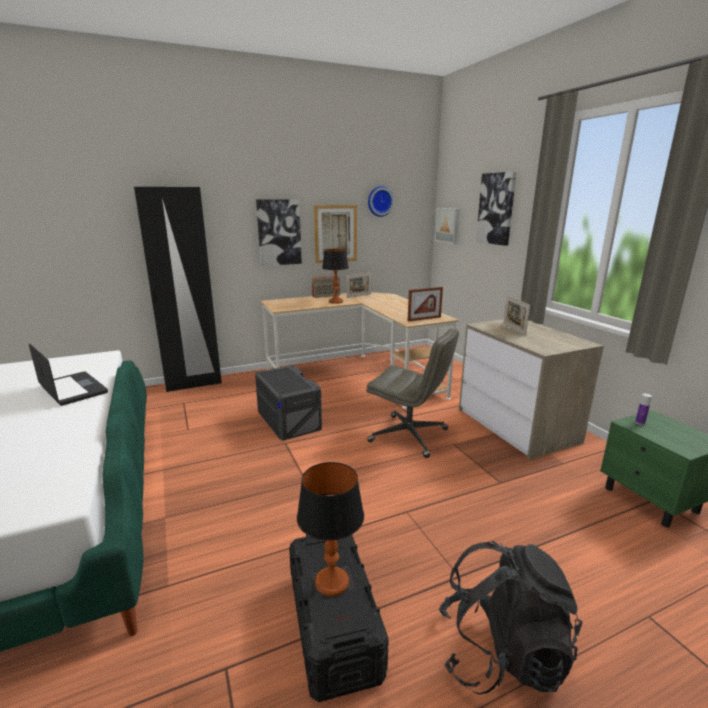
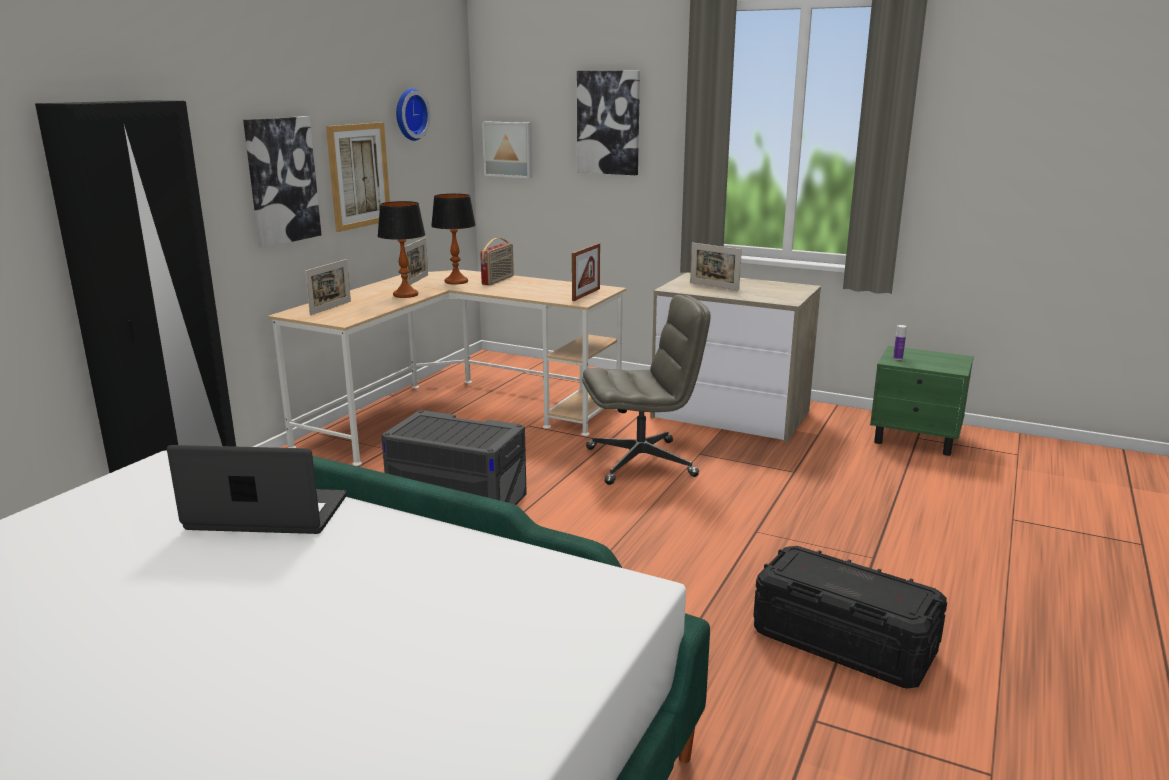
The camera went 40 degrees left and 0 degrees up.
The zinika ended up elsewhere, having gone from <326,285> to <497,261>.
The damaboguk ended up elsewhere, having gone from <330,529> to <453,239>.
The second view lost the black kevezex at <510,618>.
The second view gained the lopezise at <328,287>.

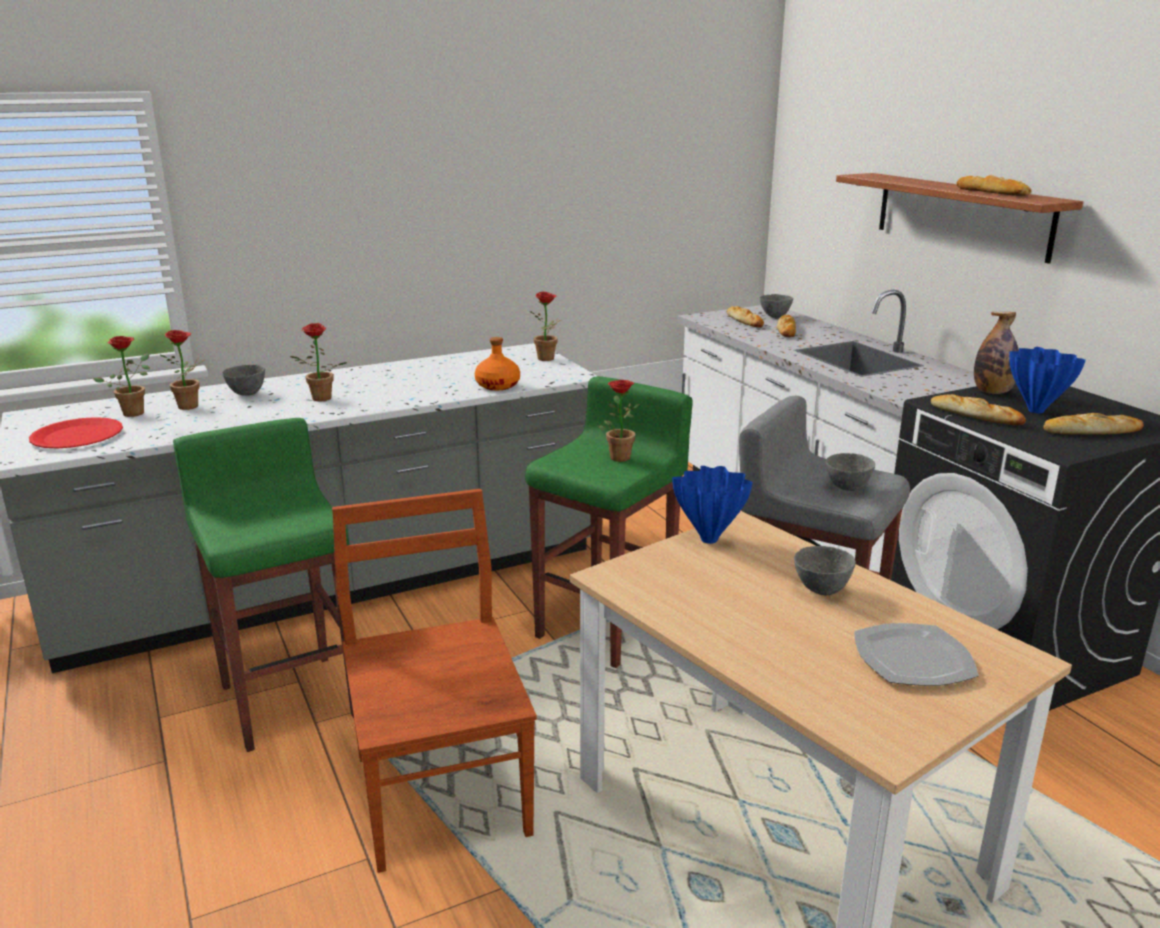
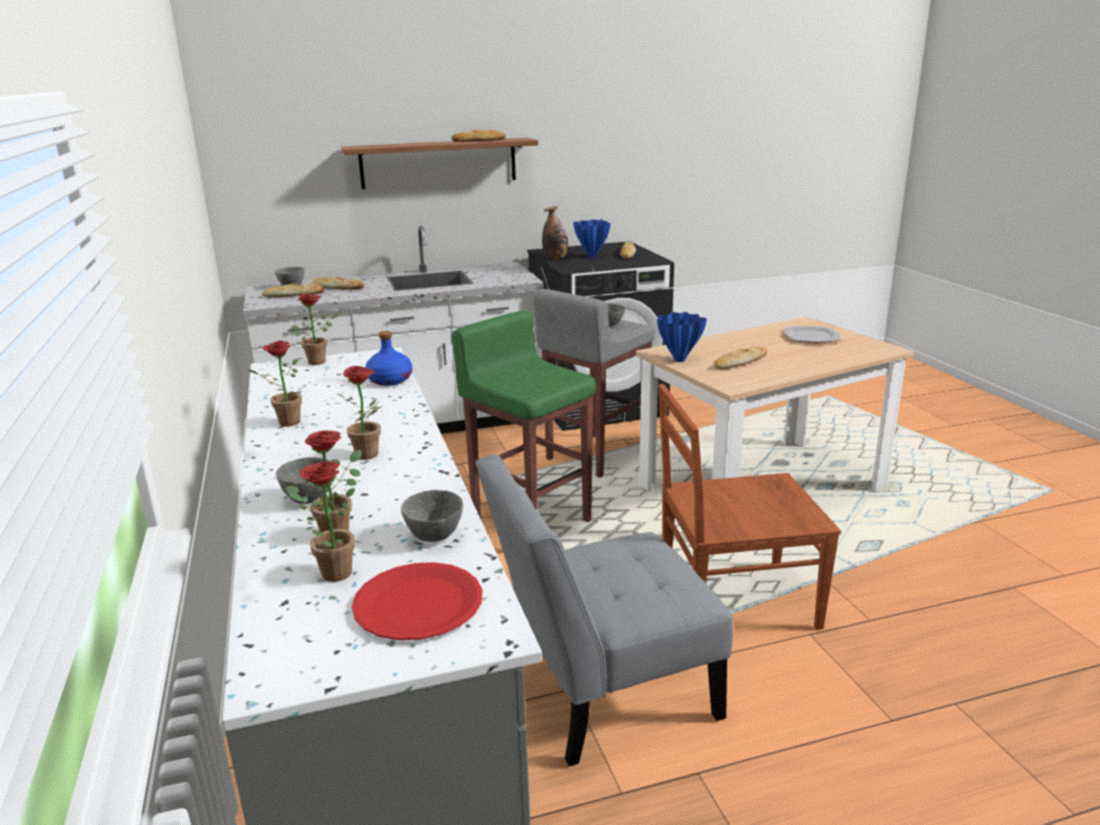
The camera went 80 degrees left and 0 degrees up.
What was the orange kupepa at <497,363> turned into the blue kupepa at <388,358>.
The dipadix ended up elsewhere, having gone from <619,421> to <274,383>.
The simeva ended up elsewhere, having gone from <978,409> to <740,357>.
Where the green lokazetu stood at <263,585>, the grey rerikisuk came to stand at <604,610>.
The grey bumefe ended up elsewhere, having gone from <825,570> to <432,516>.

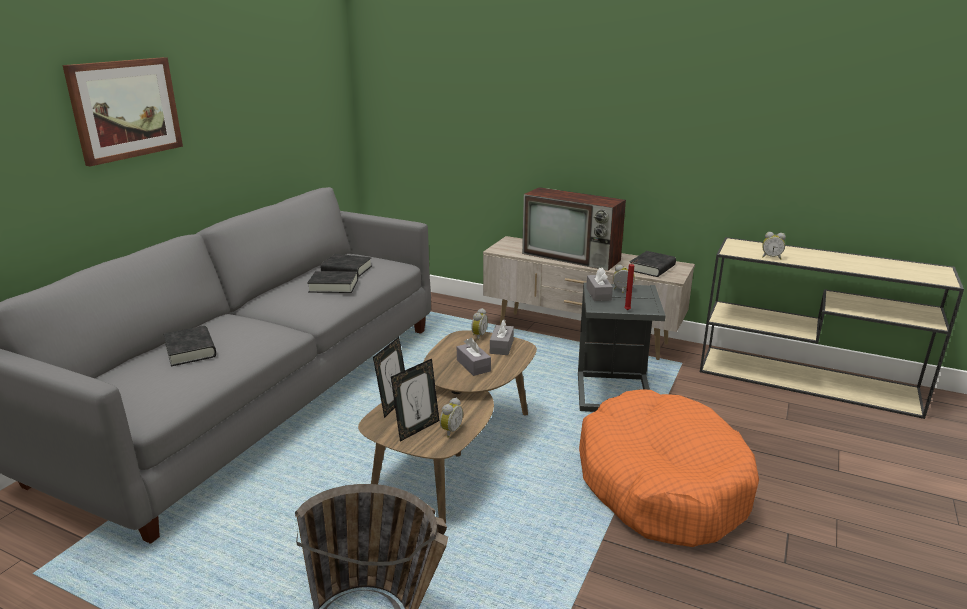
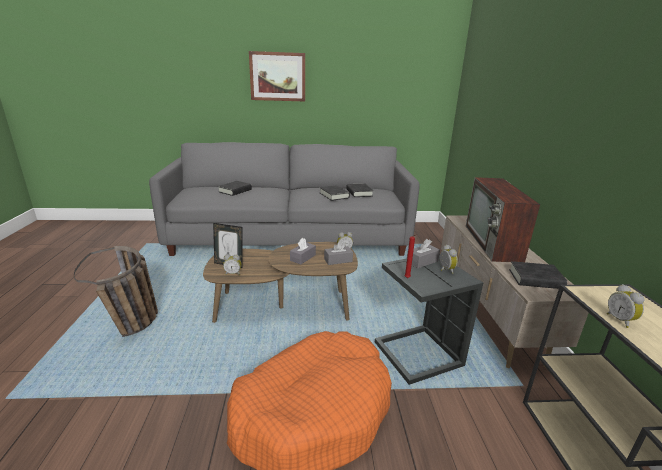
The camera went 60 degrees right and 0 degrees up.
The second view lost the lopezise at <389,377>.

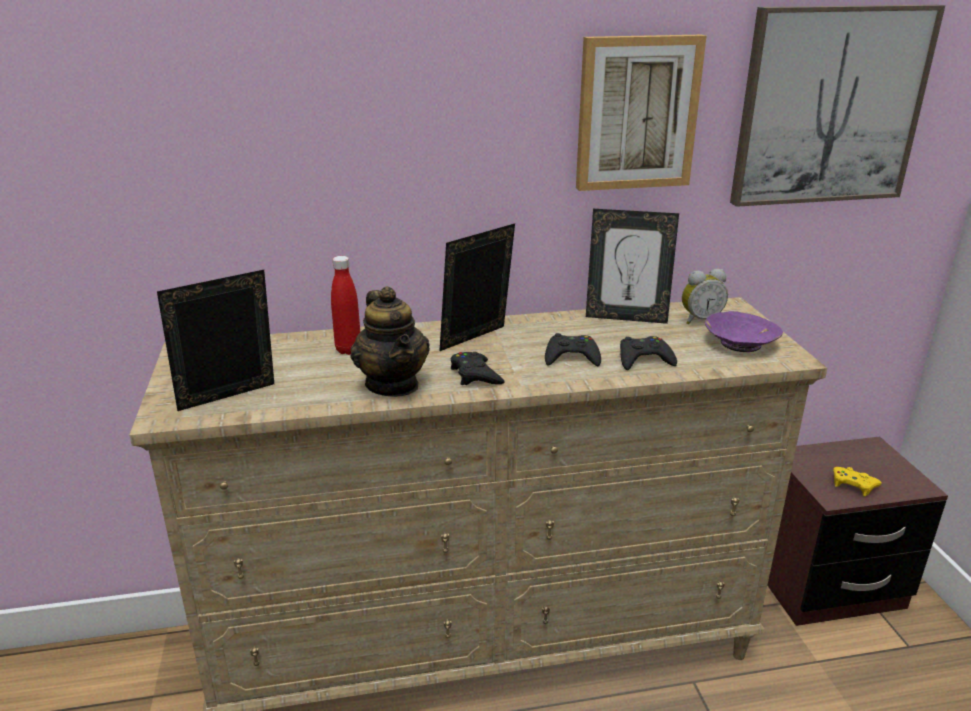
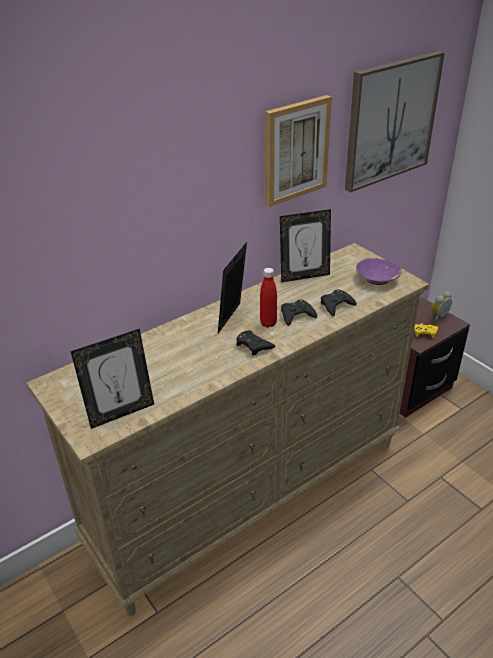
The camera went 25 degrees left and 10 degrees up.
The red kupepa ended up elsewhere, having gone from <345,305> to <268,298>.
The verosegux ended up elsewhere, having gone from <705,296> to <441,306>.
The lopezise at <215,340> ended up facing another way, 150 degrees counterclockwise from before.
The second view lost the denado at <390,342>.

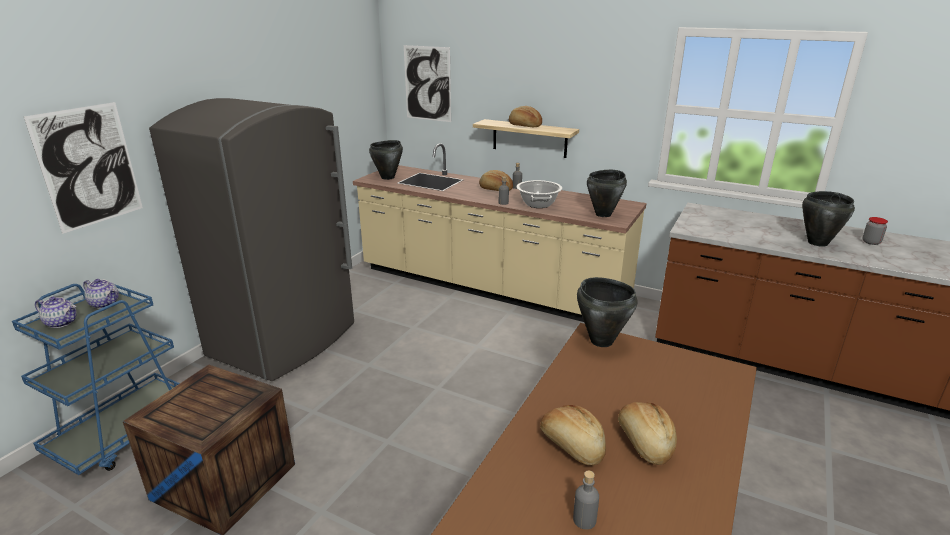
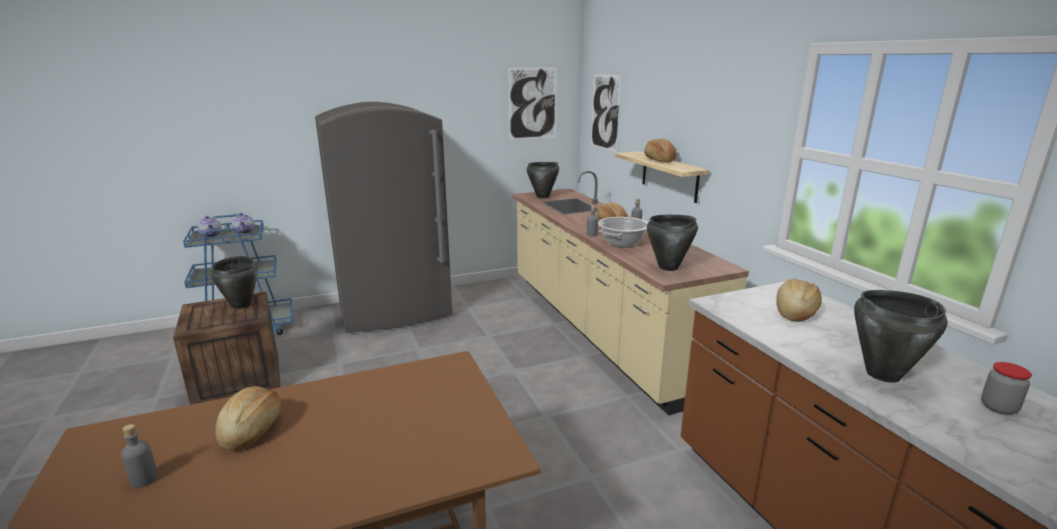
The camera went 40 degrees right and 5 degrees down.
The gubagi ended up elsewhere, having gone from <83,168> to <532,103>.
The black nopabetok ended up elsewhere, having gone from <607,312> to <234,282>.
The simeva ended up elsewhere, having gone from <647,433> to <799,300>.

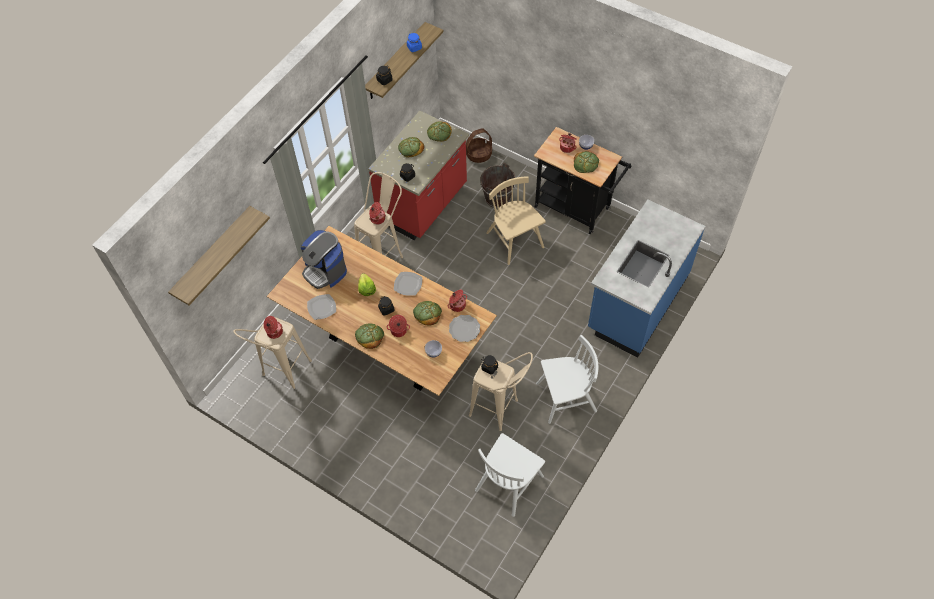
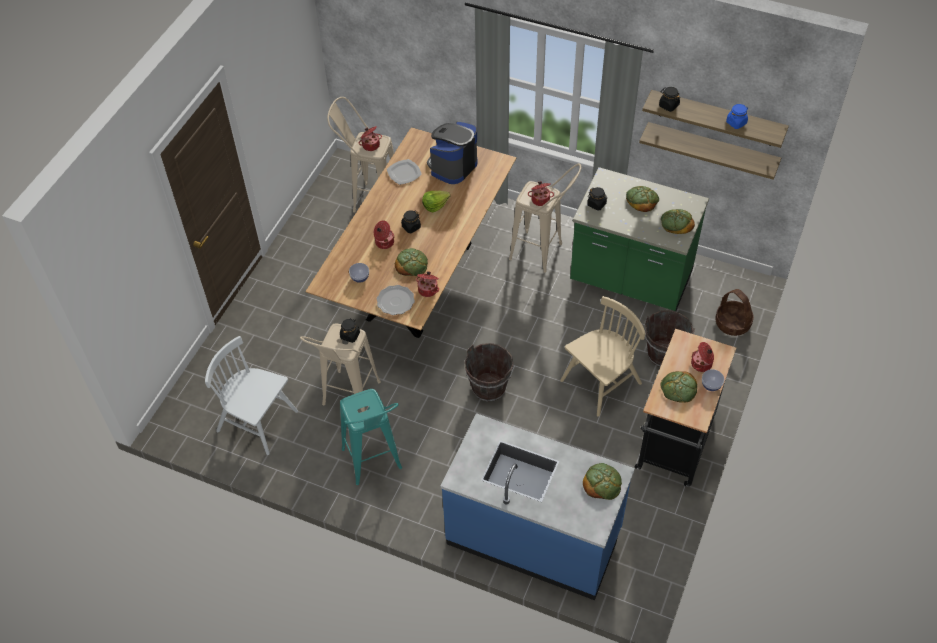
The camera went 80 degrees right and 5 degrees down.
What was the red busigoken at <418,175> turned into the green busigoken at <639,239>.
The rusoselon ended up elsewhere, having gone from <219,255> to <710,151>.
The second view lost the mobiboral at <408,284>.
The simeva ended up elsewhere, having gone from <369,336> to <602,481>.
Where the white rerikisuk stood at <567,379>, the turquoise lokazetu came to stand at <371,437>.
The second view gained the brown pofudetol at <489,372>.

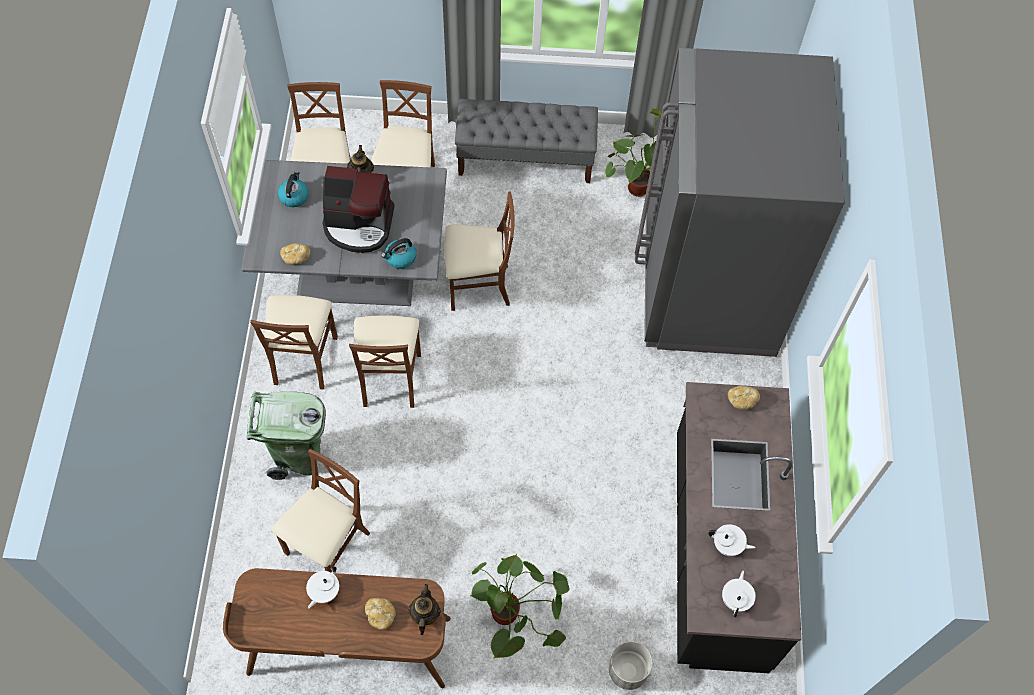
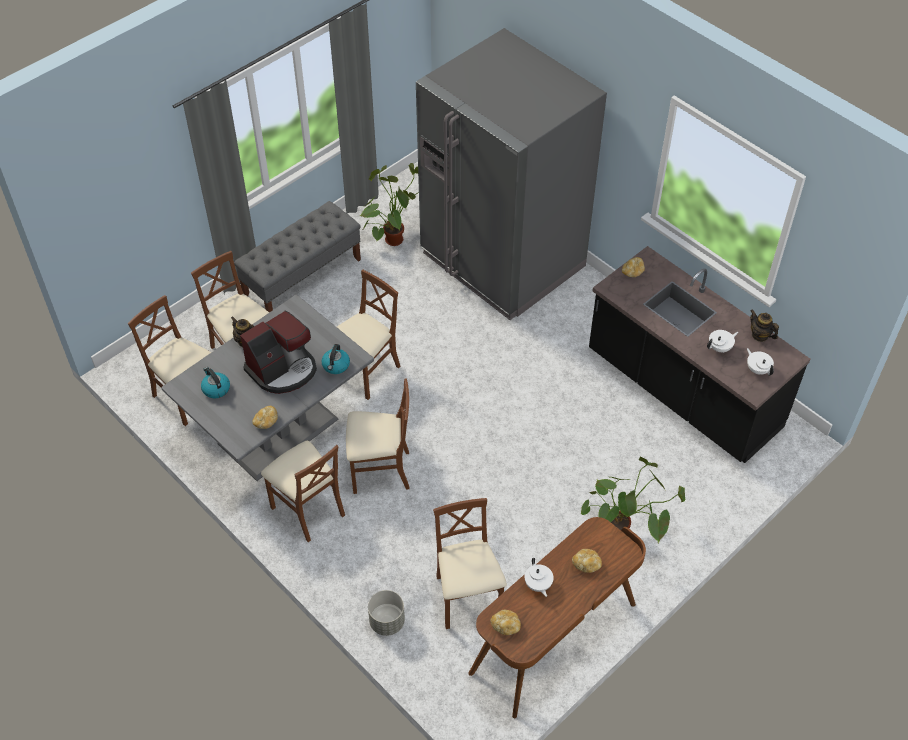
The camera went 45 degrees left and 10 degrees down.
The brown rerikisuk at <385,361> ended up facing another way, 45 degrees counterclockwise from before.
The second view lost the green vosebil at <286,436>.
The denado ended up elsewhere, having gone from <424,609> to <764,325>.
The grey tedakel ended up elsewhere, having gone from <630,665> to <386,613>.
The second view gained the simeva at <505,622>.

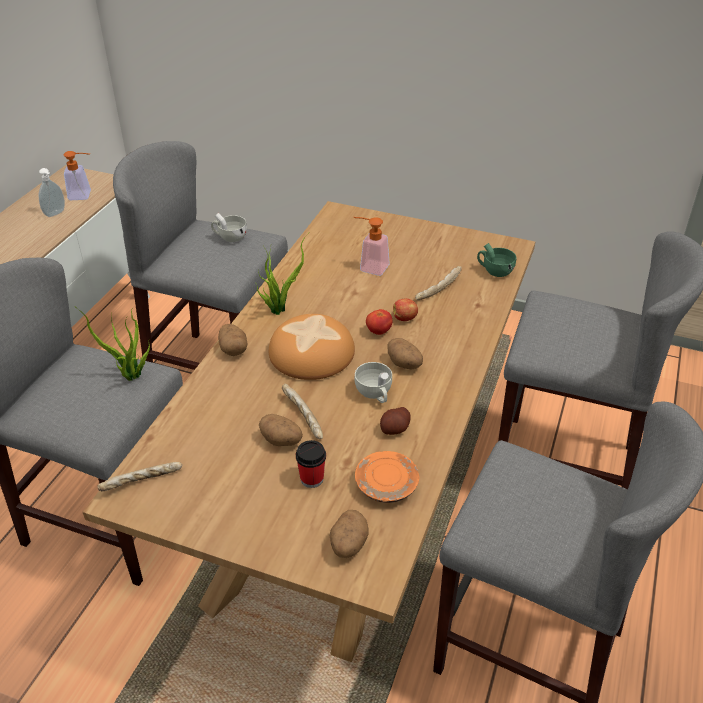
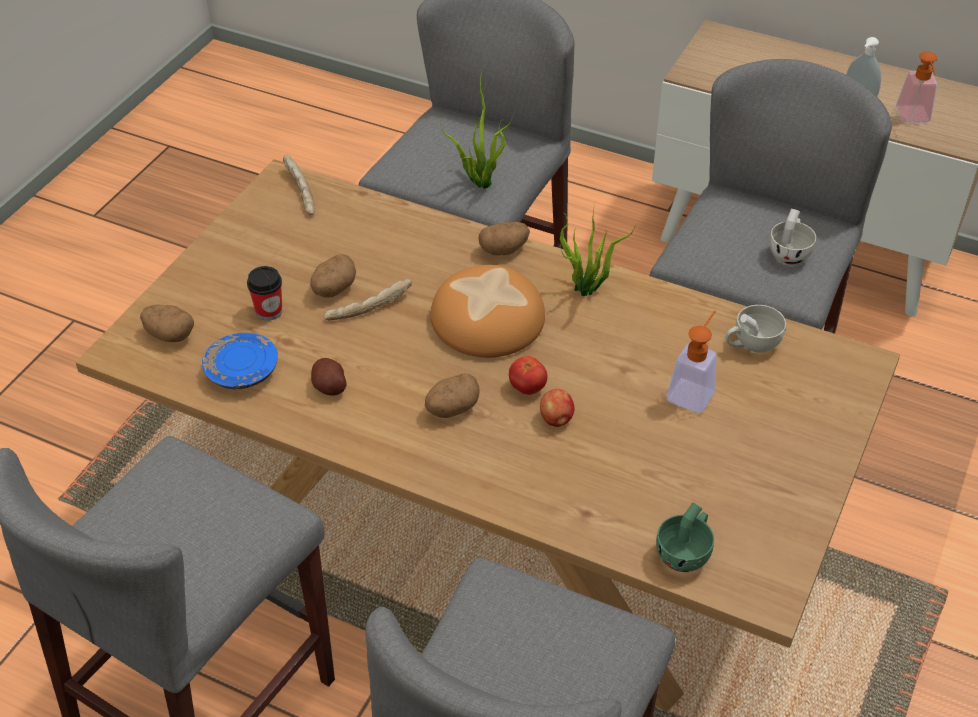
The camera went 95 degrees right and 5 degrees up.
The second view lost the simeva at <438,283>.
The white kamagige ended up elsewhere, having gone from <373,382> to <755,329>.
What was the orange mobiboral at <387,477> turned into the blue mobiboral at <240,361>.

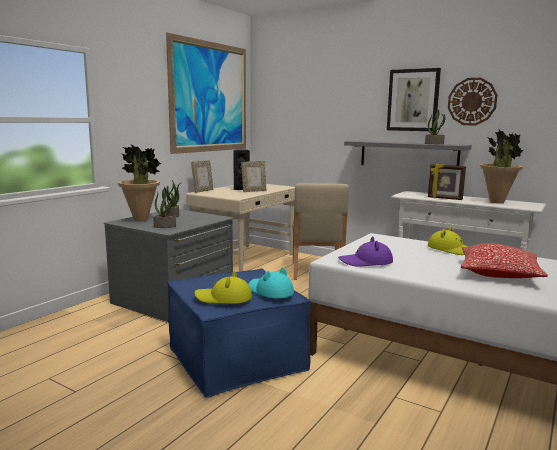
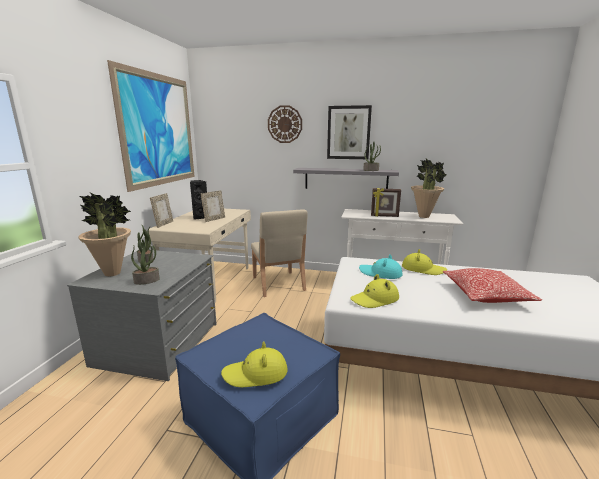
The camera went 20 degrees left and 5 degrees up.
The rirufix ended up elsewhere, having gone from <473,101> to <285,124>.
What was the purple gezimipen at <365,251> turned into the yellow gezimipen at <374,291>.
The turquoise gezimipen ended up elsewhere, having gone from <271,283> to <380,266>.

